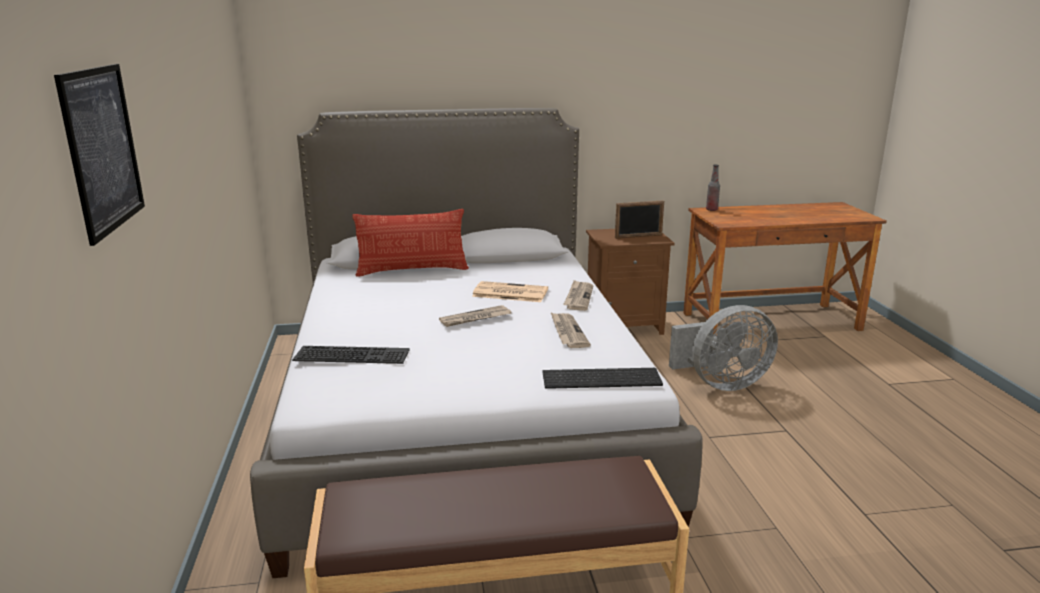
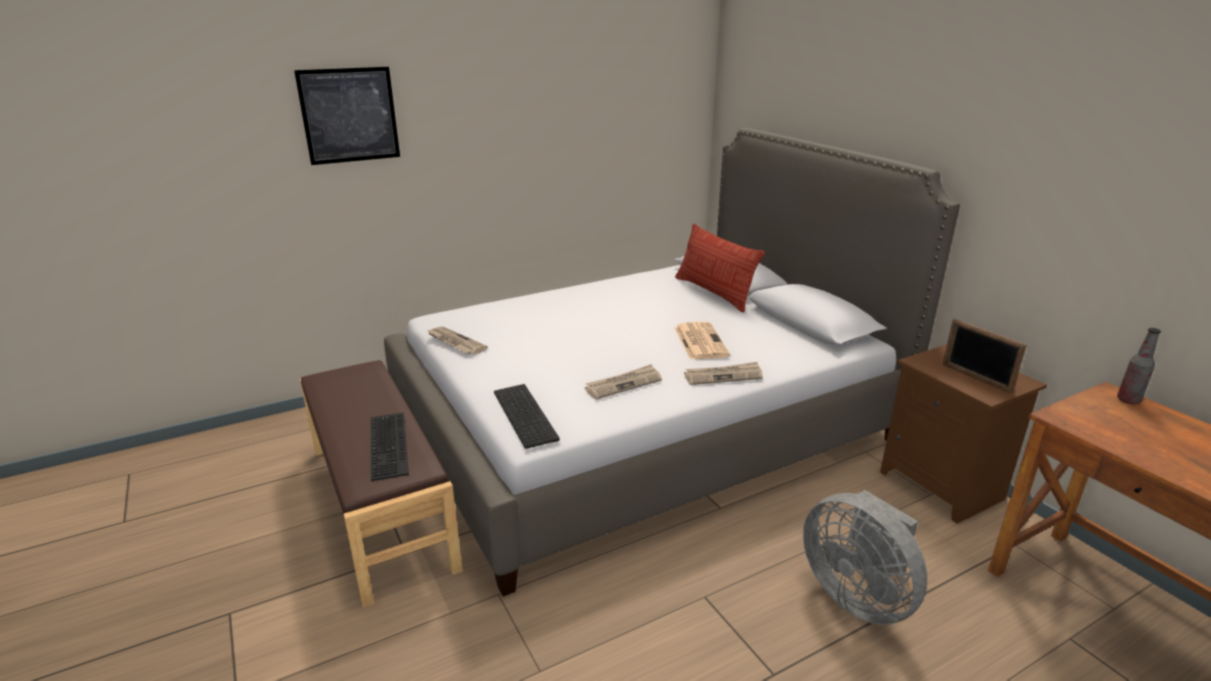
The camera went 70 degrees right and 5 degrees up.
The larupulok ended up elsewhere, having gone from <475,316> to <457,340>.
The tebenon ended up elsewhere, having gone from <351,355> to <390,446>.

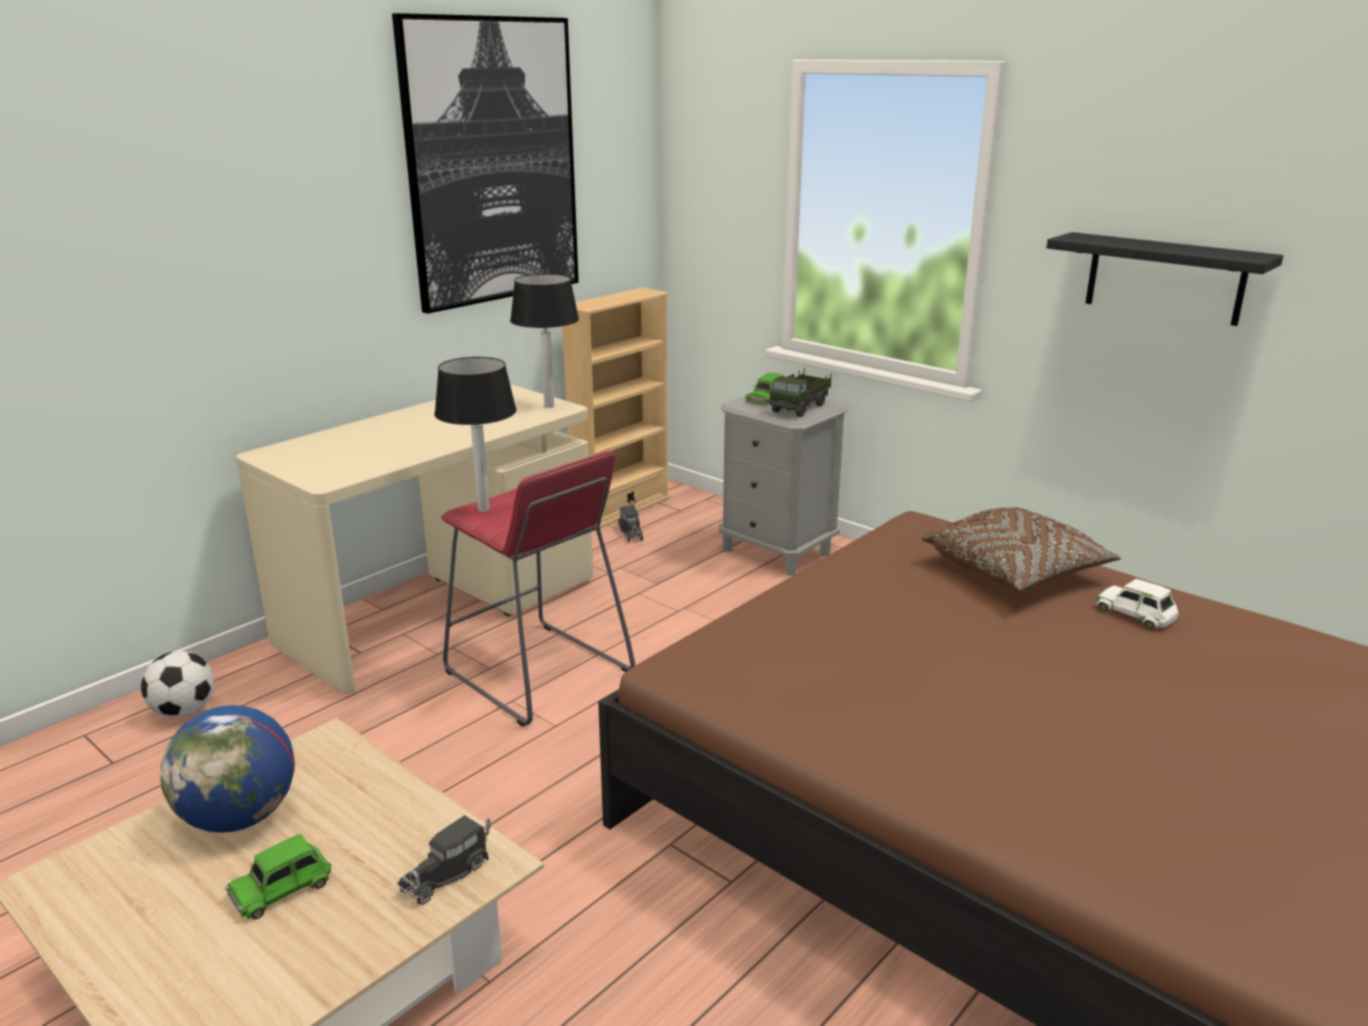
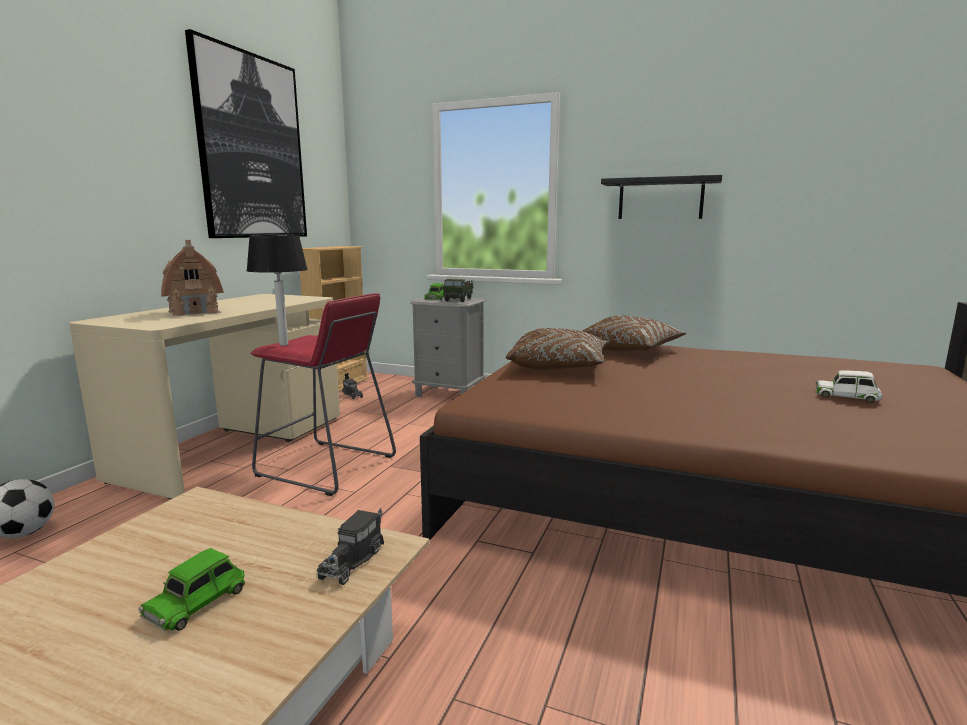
The camera went 20 degrees left and 10 degrees down.
The second view lost the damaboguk at <544,341>.
The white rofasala ended up elsewhere, having gone from <1137,604> to <849,386>.
The second view lost the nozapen at <228,769>.
The second view gained the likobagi at <192,278>.
The second view gained the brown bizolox at <557,349>.

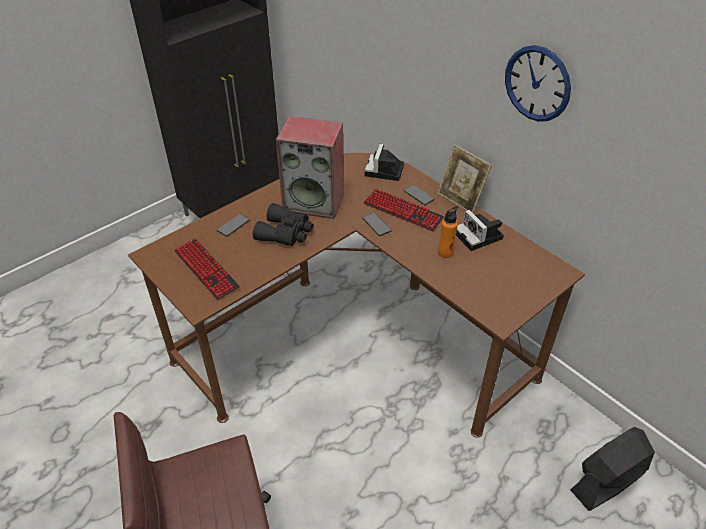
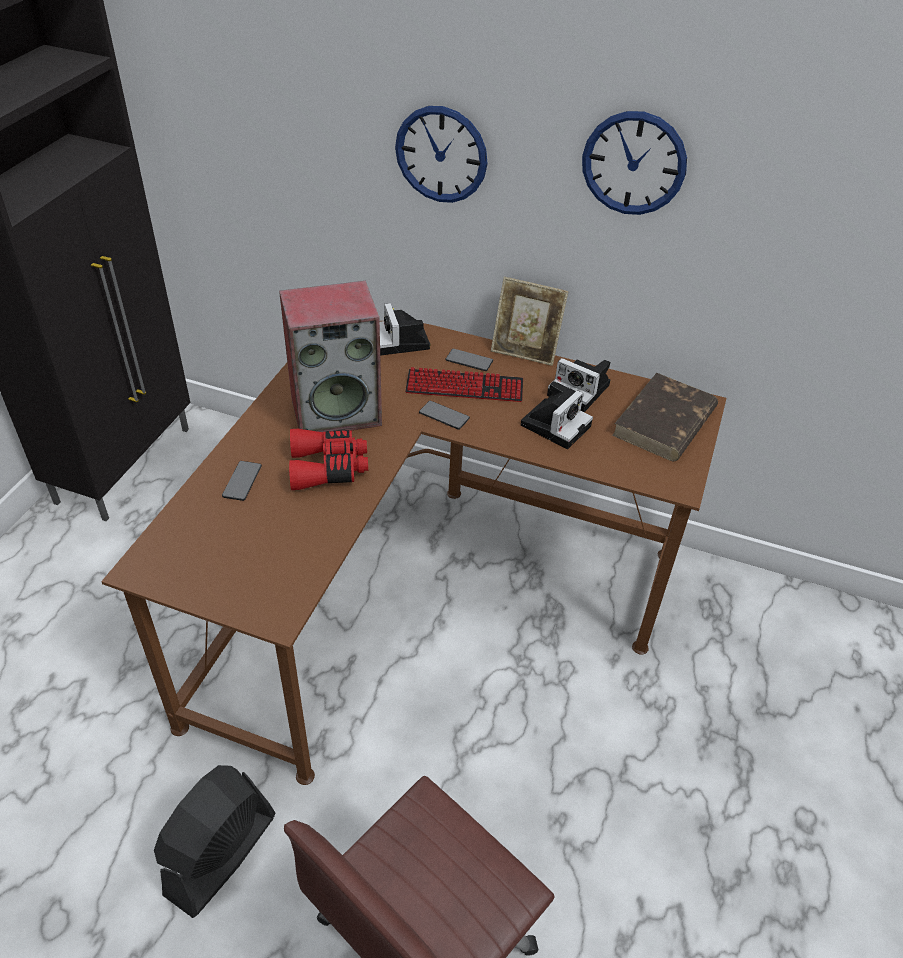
The camera went 30 degrees left and 0 degrees up.
What was the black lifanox at <283,224> turned into the red lifanox at <328,459>.
Where the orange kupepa stood at <448,232>, the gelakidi came to stand at <557,415>.
The second view lost the tebenon at <207,269>.
The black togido ended up elsewhere, having gone from <612,469> to <215,841>.
The second view gained the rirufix at <441,154>.
The second view gained the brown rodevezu at <665,417>.

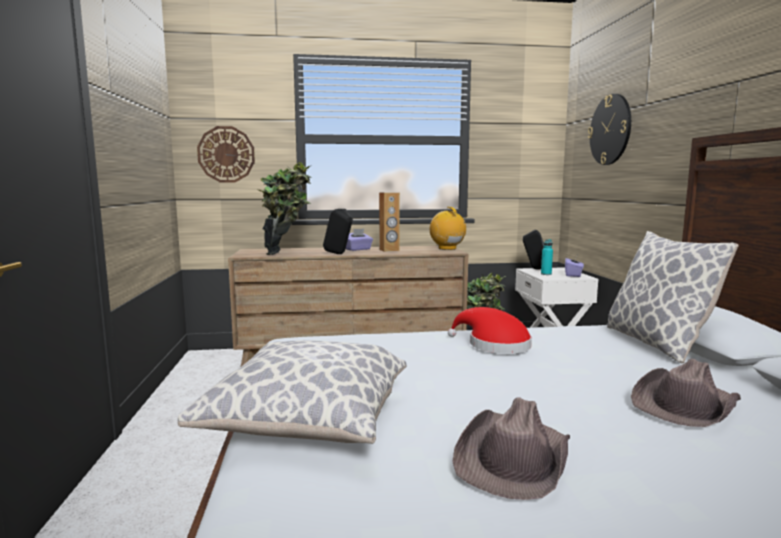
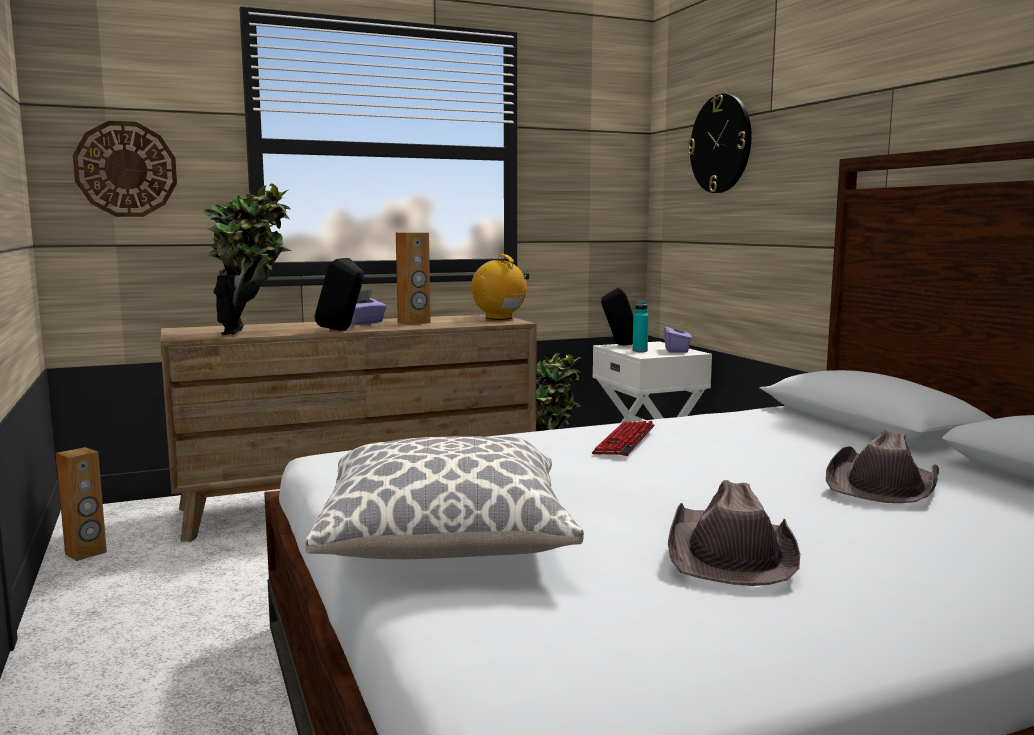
The camera went 15 degrees left and 0 degrees up.
The second view lost the bizolox at <673,297>.
Where the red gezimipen stood at <490,330>, the tebenon came to stand at <623,438>.
The second view gained the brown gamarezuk at <81,504>.

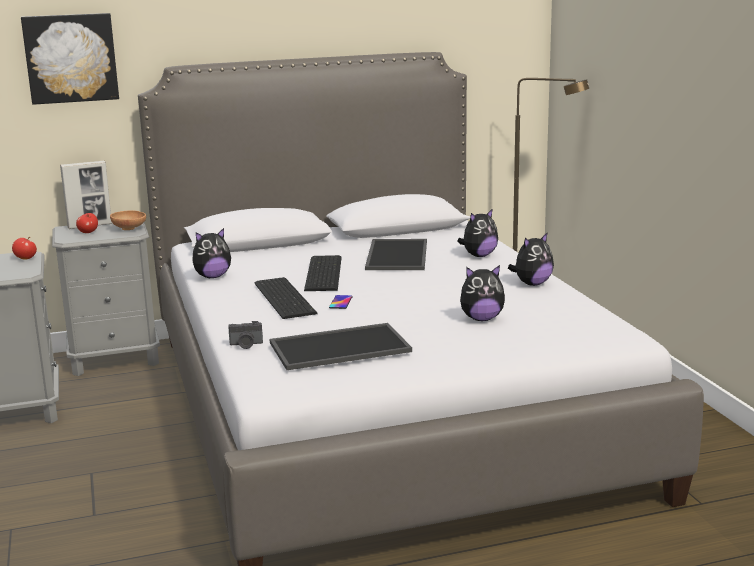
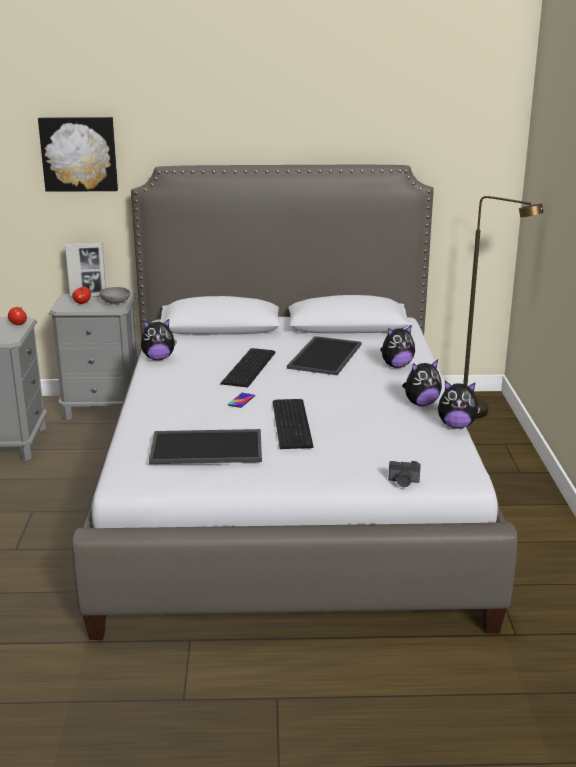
The camera went 15 degrees right and 5 degrees up.
What was the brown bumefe at <128,220> turned into the grey bumefe at <115,296>.
The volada ended up elsewhere, having gone from <482,293> to <459,405>.
The tebenon ended up elsewhere, having gone from <286,298> to <293,424>.
The gelakidi ended up elsewhere, having gone from <245,335> to <404,474>.

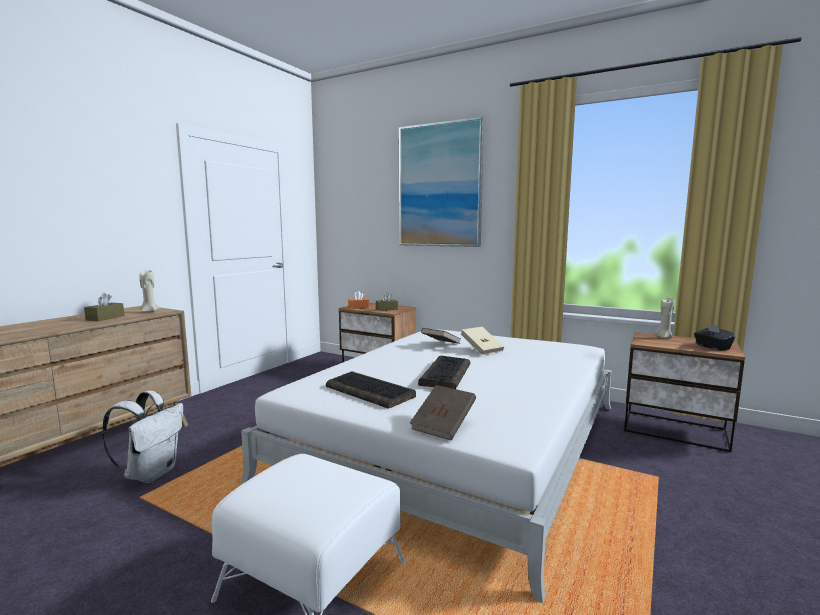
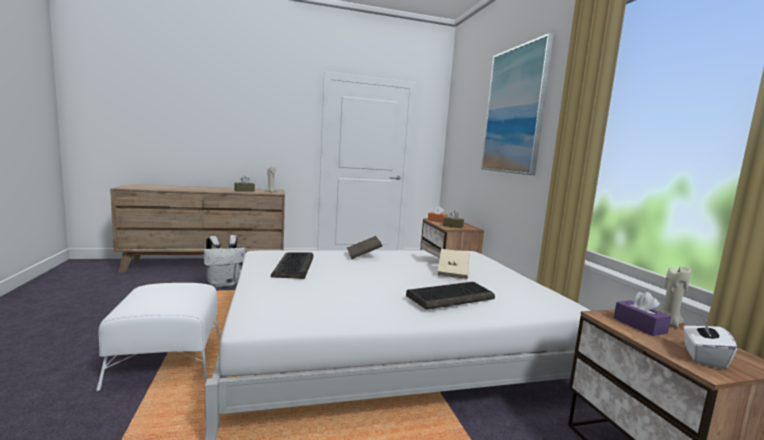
The camera went 45 degrees right and 0 degrees up.
What was the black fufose at <715,337> turned into the white fufose at <710,342>.
The tebenon ended up elsewhere, having gone from <444,372> to <450,296>.
The brown rodevezu ended up elsewhere, having gone from <443,413> to <364,247>.
The second view gained the purple fufose at <642,314>.

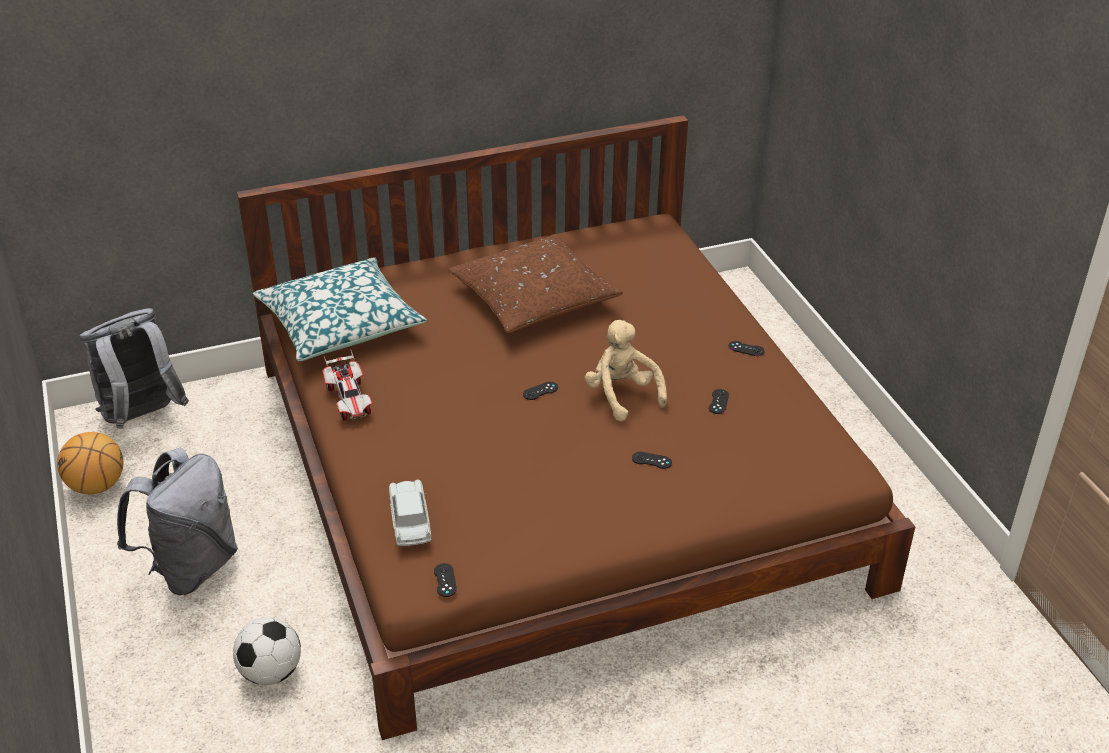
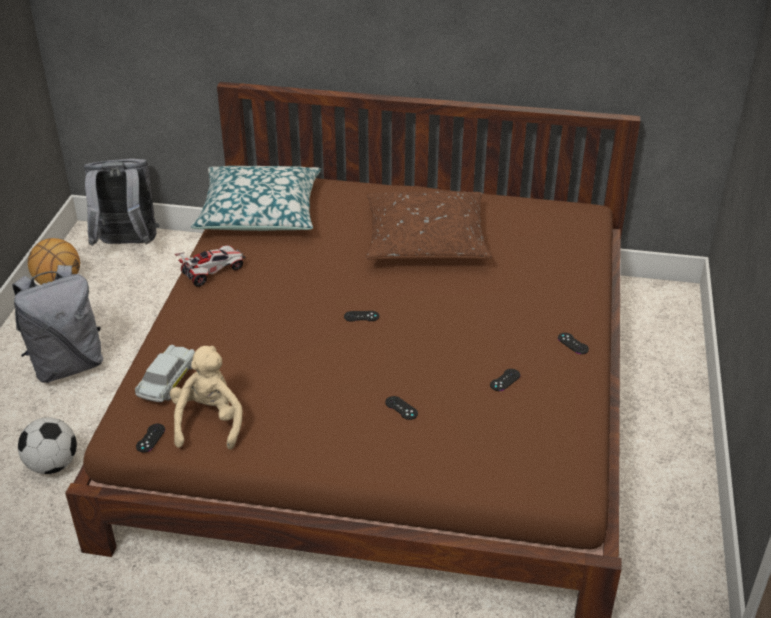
The camera went 30 degrees right and 0 degrees up.
The beige volada ended up elsewhere, having gone from <626,370> to <206,397>.
The rofasala at <347,384> ended up facing another way, 135 degrees counterclockwise from before.

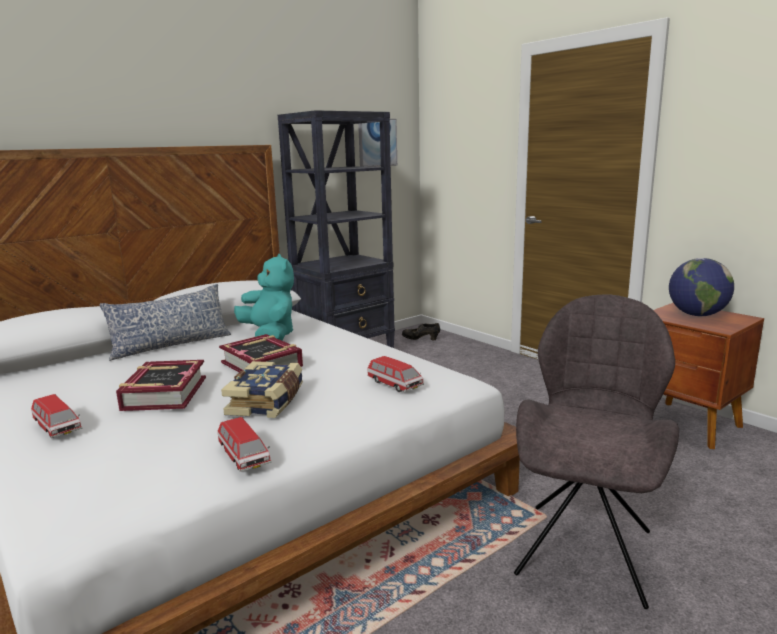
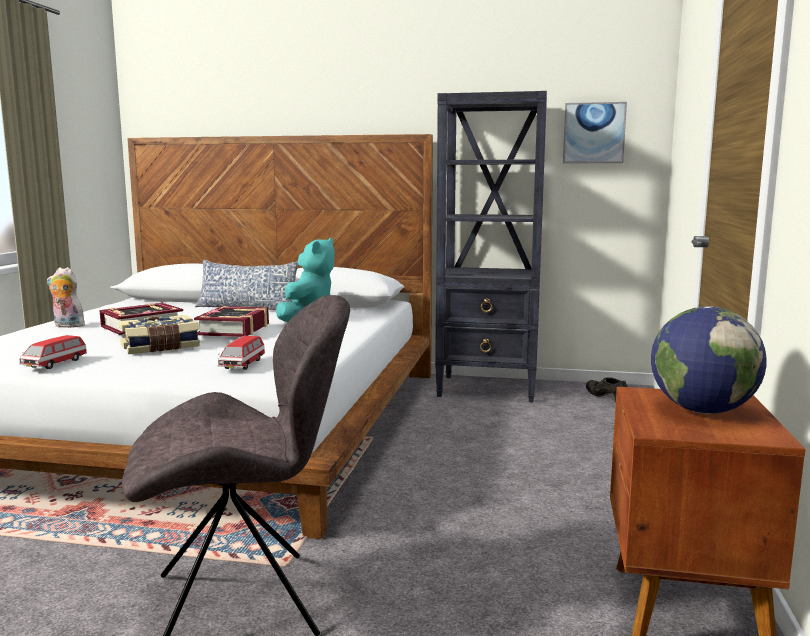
The camera went 50 degrees right and 5 degrees down.
Where the rofasala stood at <56,416>, the volada came to stand at <66,297>.

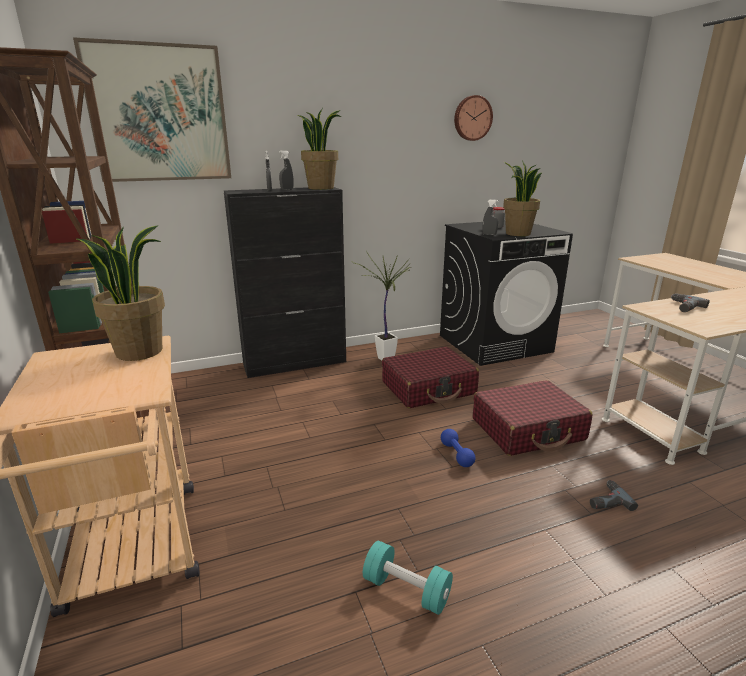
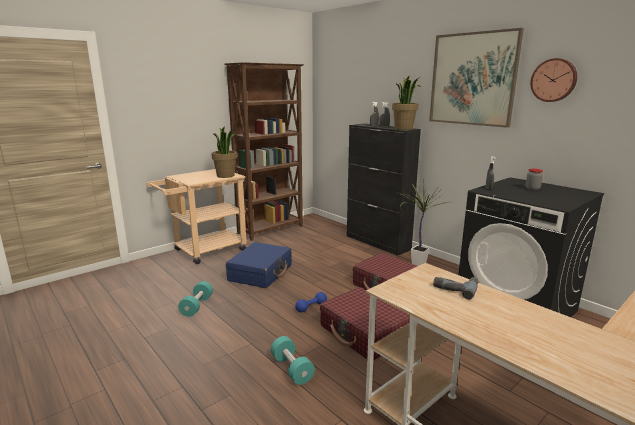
The camera went 70 degrees right and 5 degrees down.
The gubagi ended up elsewhere, having gone from <152,109> to <476,78>.
The second view lost the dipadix at <522,198>.
Where the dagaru stood at <614,495>, the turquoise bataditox came to stand at <293,360>.
The second view gained the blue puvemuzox at <259,265>.

